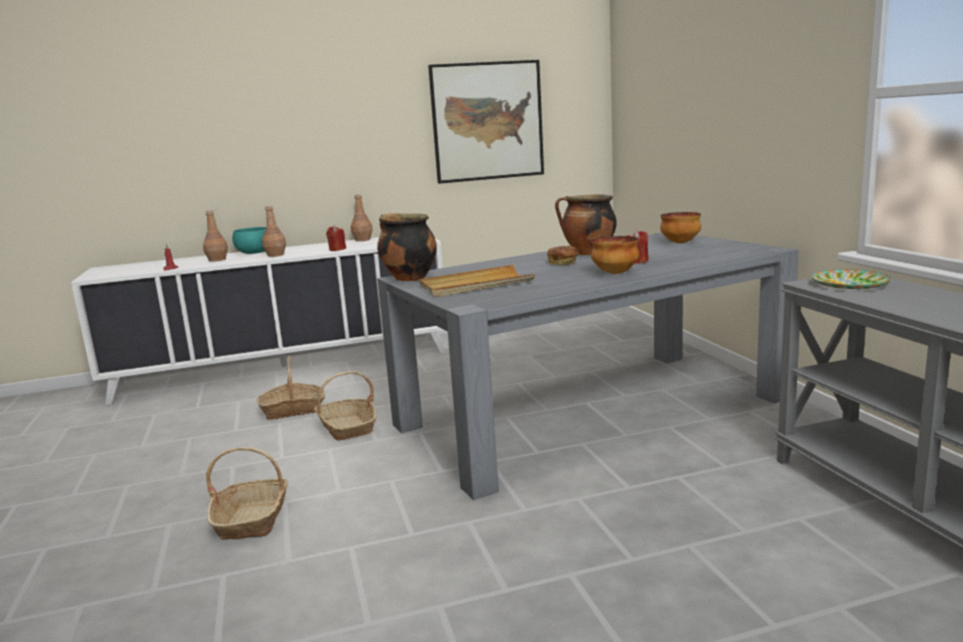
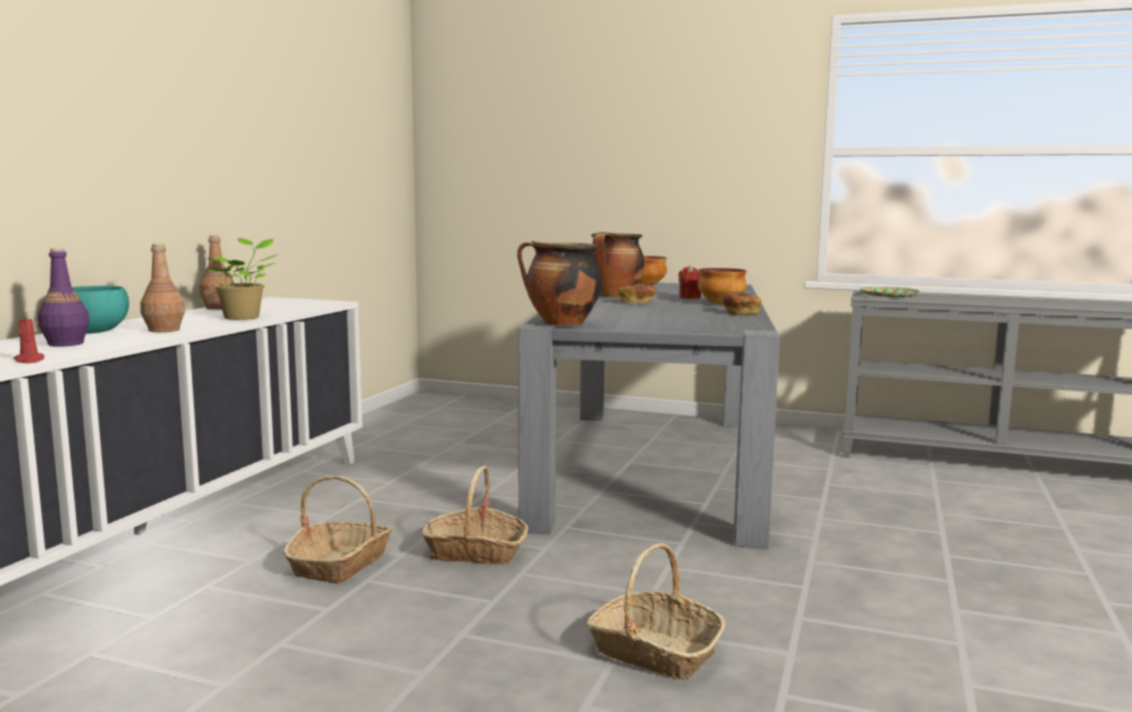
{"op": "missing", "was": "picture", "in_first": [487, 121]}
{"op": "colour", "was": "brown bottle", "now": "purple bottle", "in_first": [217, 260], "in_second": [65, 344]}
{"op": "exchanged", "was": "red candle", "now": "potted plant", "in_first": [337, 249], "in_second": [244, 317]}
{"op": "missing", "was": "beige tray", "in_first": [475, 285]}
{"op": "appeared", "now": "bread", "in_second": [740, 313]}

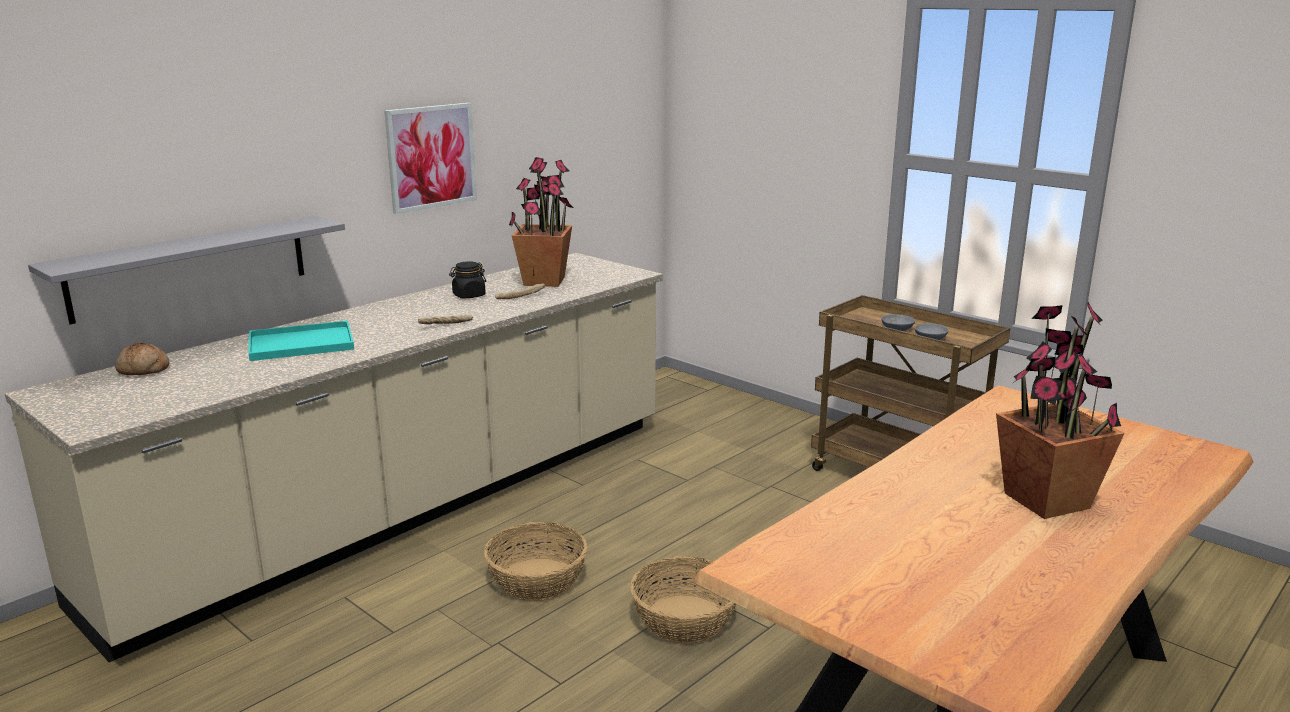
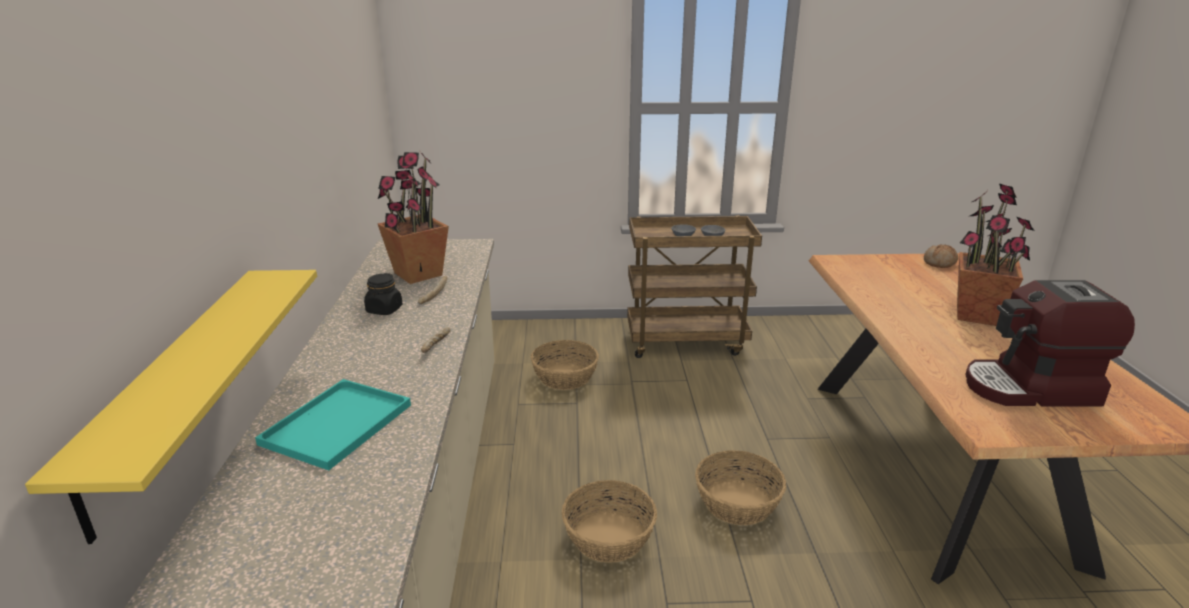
{"op": "missing", "was": "picture", "in_first": [431, 157]}
{"op": "colour", "was": "grey shelf", "now": "yellow shelf", "in_first": [191, 267], "in_second": [176, 387]}
{"op": "relocated", "was": "bread", "in_first": [143, 370], "in_second": [940, 263]}
{"op": "appeared", "now": "coffee machine", "in_second": [1031, 389]}
{"op": "appeared", "now": "basket", "in_second": [565, 377]}

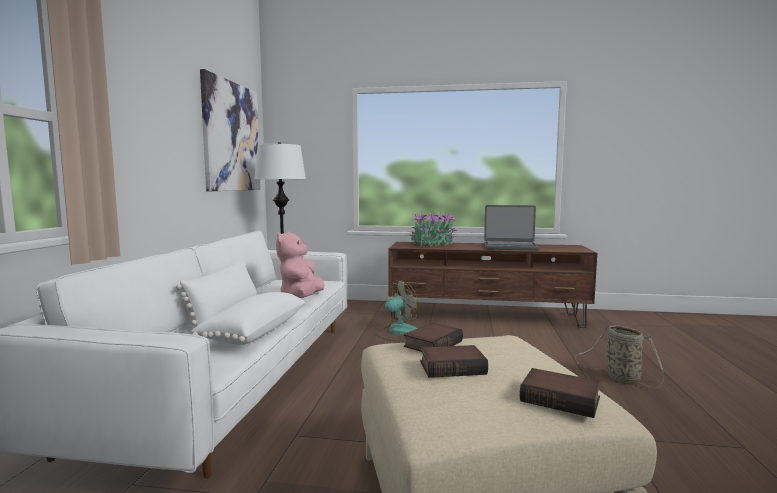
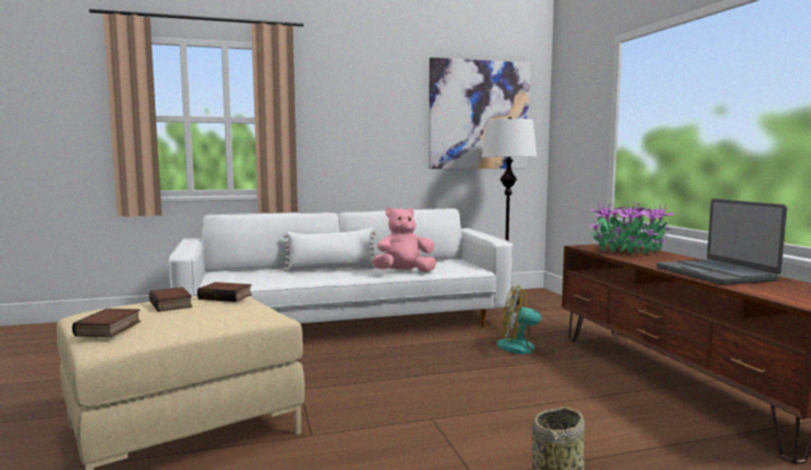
{"op": "spun", "was": "fan", "in_first": [397, 332], "in_second": [525, 348], "clockwise": 150}
{"op": "missing", "was": "white pillow", "in_first": [253, 332]}

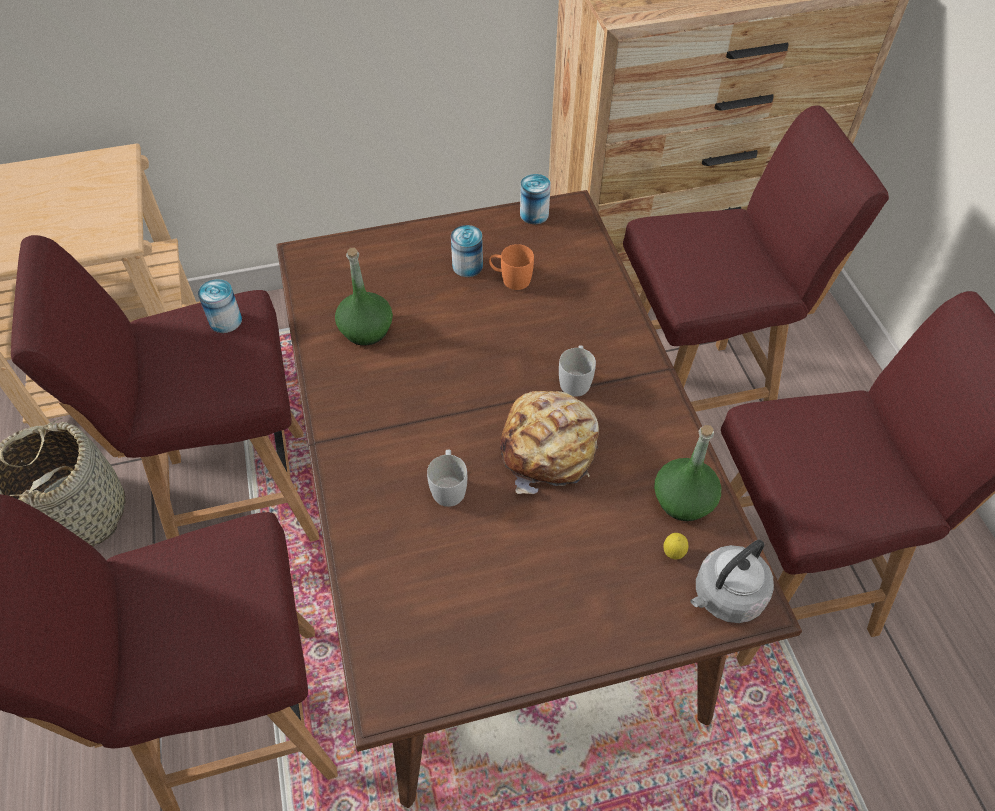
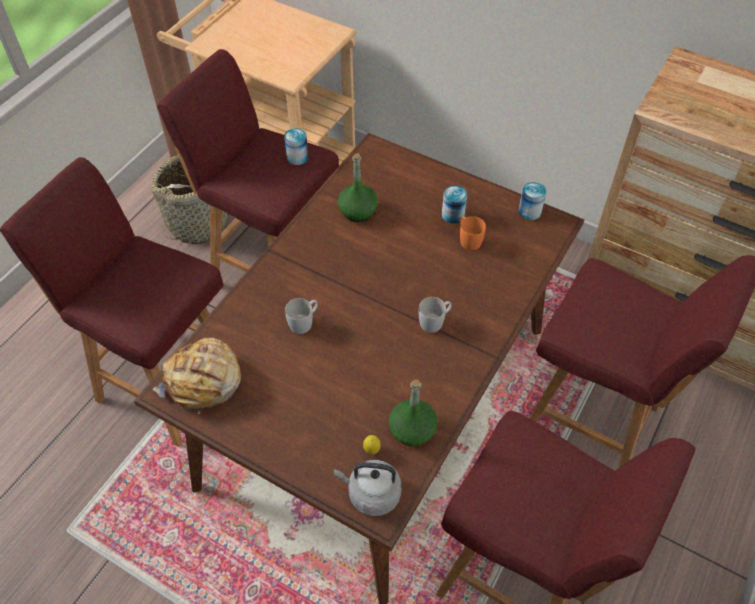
{"op": "relocated", "was": "bread", "in_first": [549, 449], "in_second": [203, 382]}

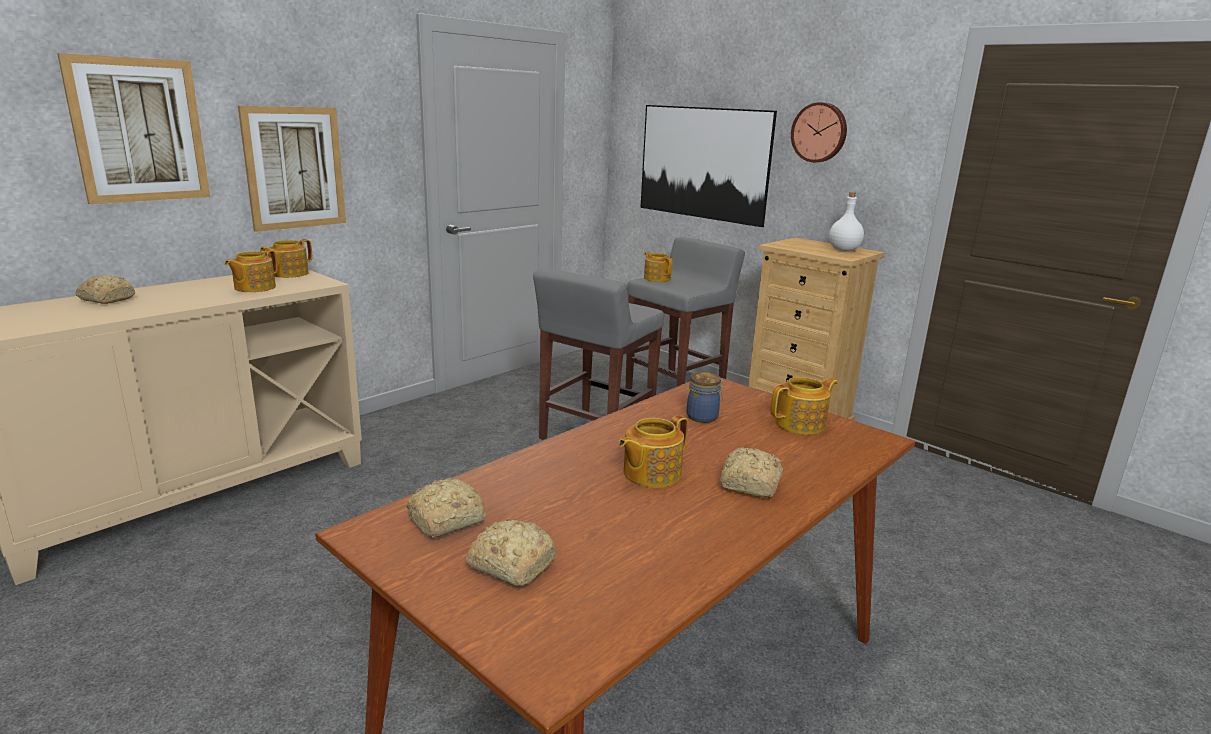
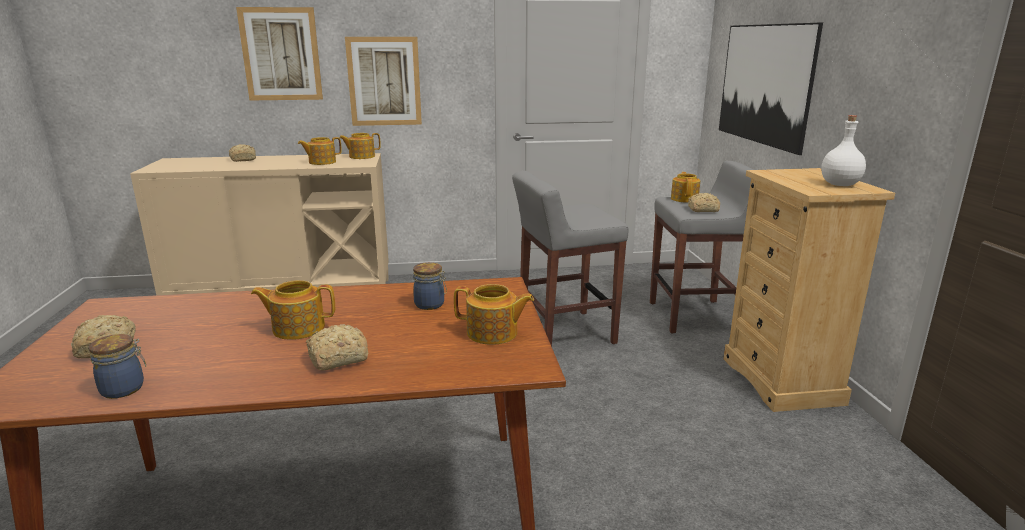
{"op": "missing", "was": "wall clock", "in_first": [819, 132]}
{"op": "relocated", "was": "bread", "in_first": [444, 521], "in_second": [702, 210]}
{"op": "appeared", "now": "jar", "in_second": [125, 389]}

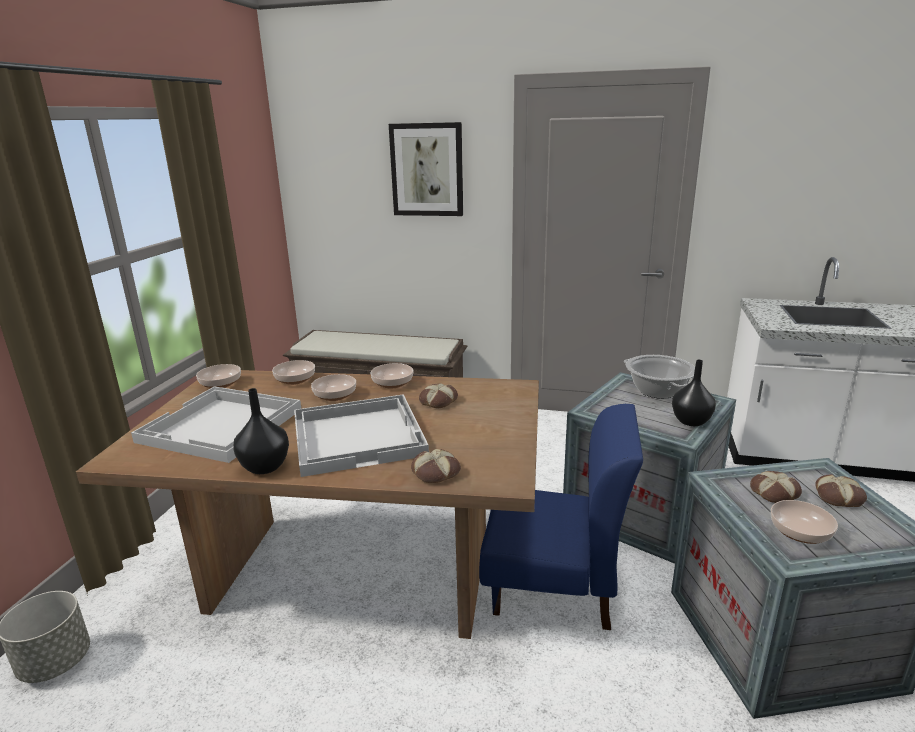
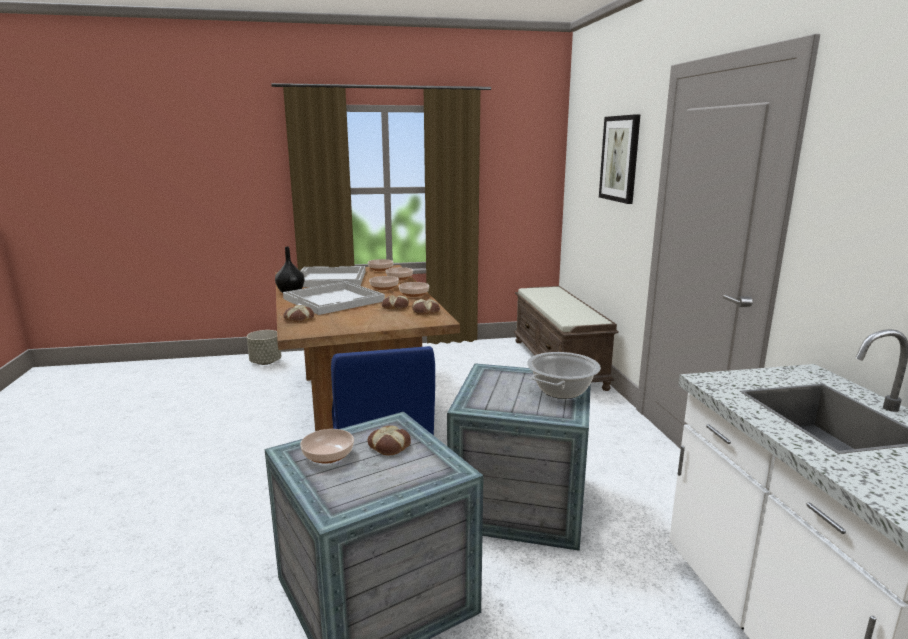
{"op": "missing", "was": "black vase", "in_first": [690, 421]}
{"op": "relocated", "was": "bread", "in_first": [839, 496], "in_second": [425, 311]}

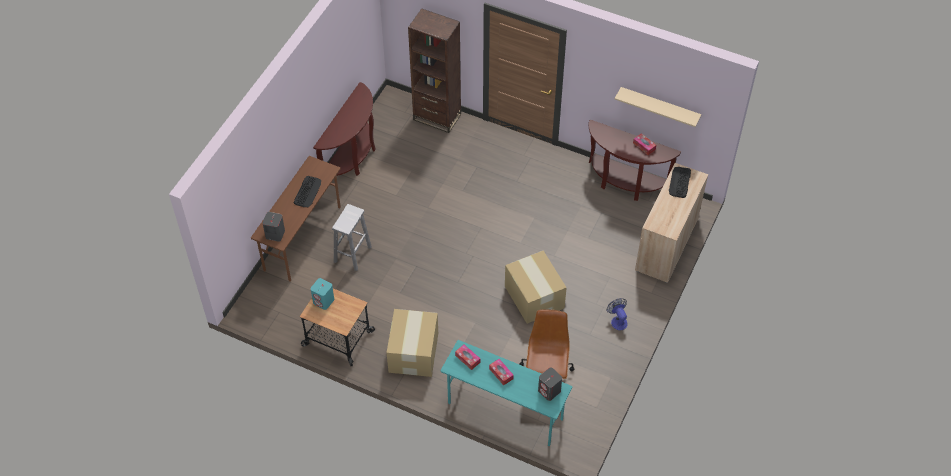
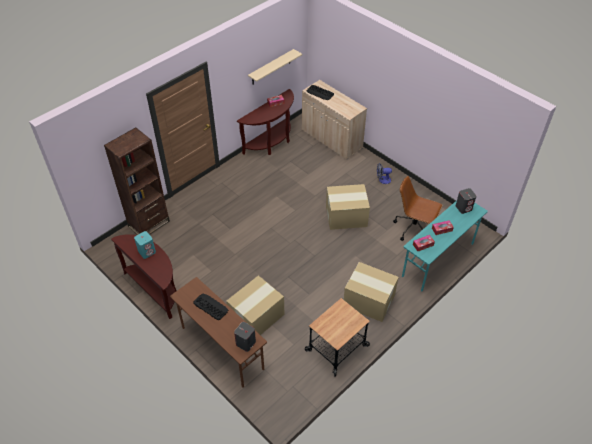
{"op": "exchanged", "was": "white stool", "now": "cardboard box", "in_first": [352, 255], "in_second": [257, 316]}
{"op": "relocated", "was": "turquoise speaker", "in_first": [324, 301], "in_second": [147, 251]}

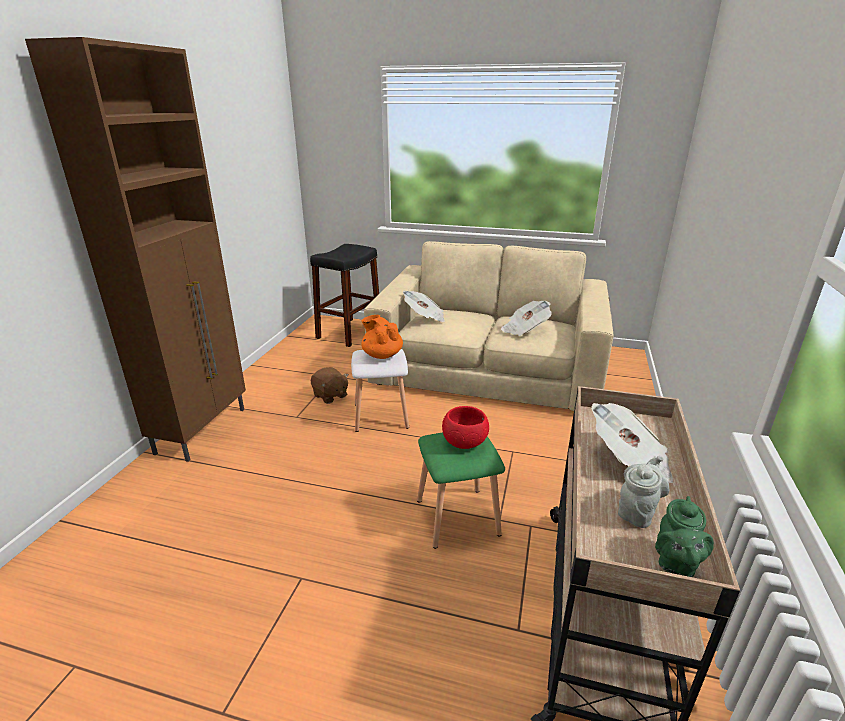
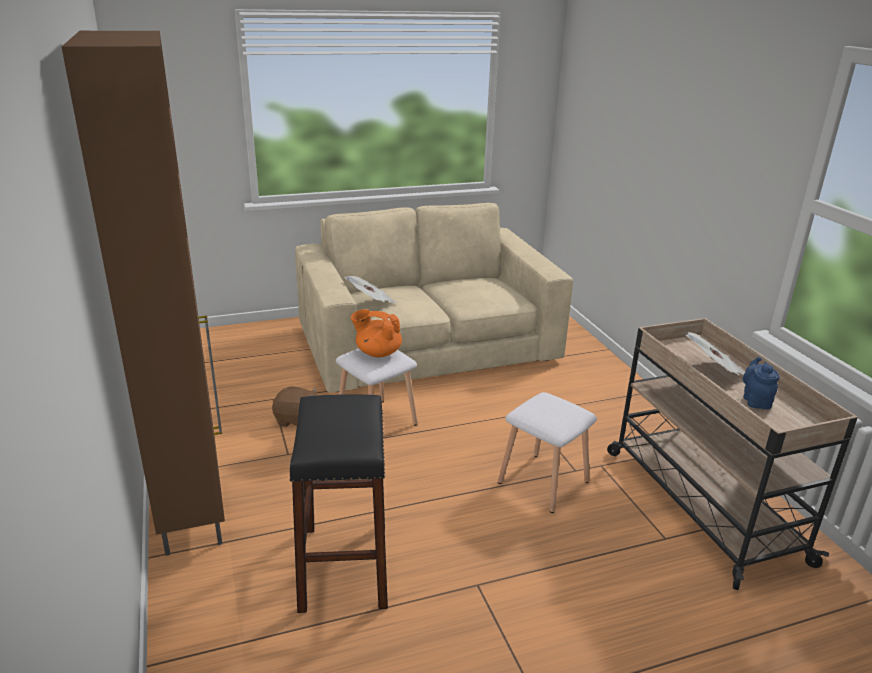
{"op": "relocated", "was": "black stool", "in_first": [349, 332], "in_second": [344, 565]}
{"op": "missing", "was": "newspaper", "in_first": [524, 329]}
{"op": "missing", "was": "red bowl", "in_first": [464, 442]}
{"op": "colour", "was": "green stool", "now": "white stool", "in_first": [458, 518], "in_second": [545, 482]}
{"op": "colour", "was": "grey teapot", "now": "blue teapot", "in_first": [637, 511], "in_second": [755, 401]}
{"op": "missing", "was": "green teapot", "in_first": [675, 563]}

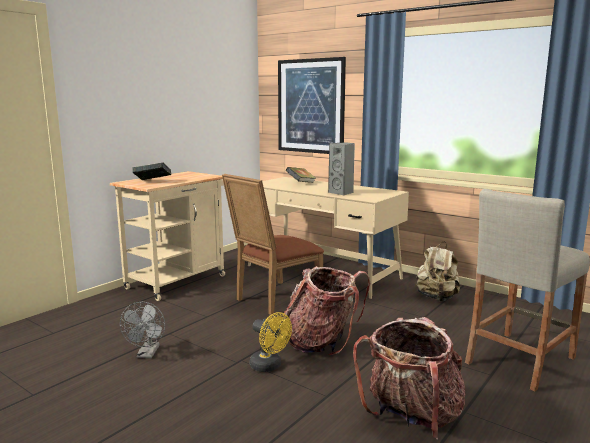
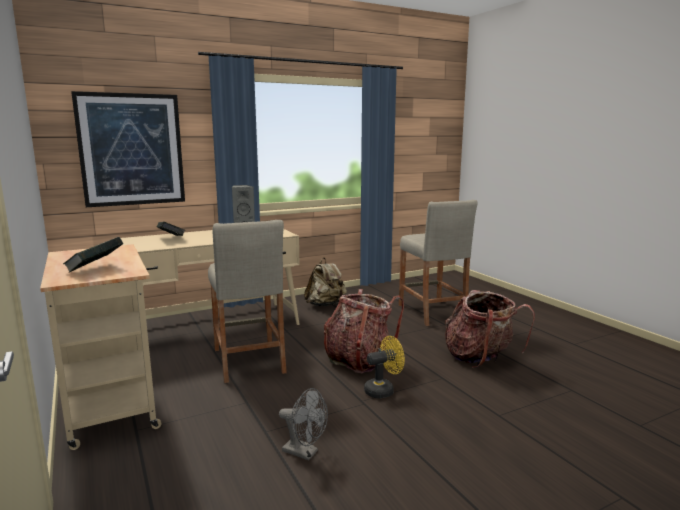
{"op": "exchanged", "was": "brown chair", "now": "beige stool", "in_first": [274, 299], "in_second": [248, 360]}

